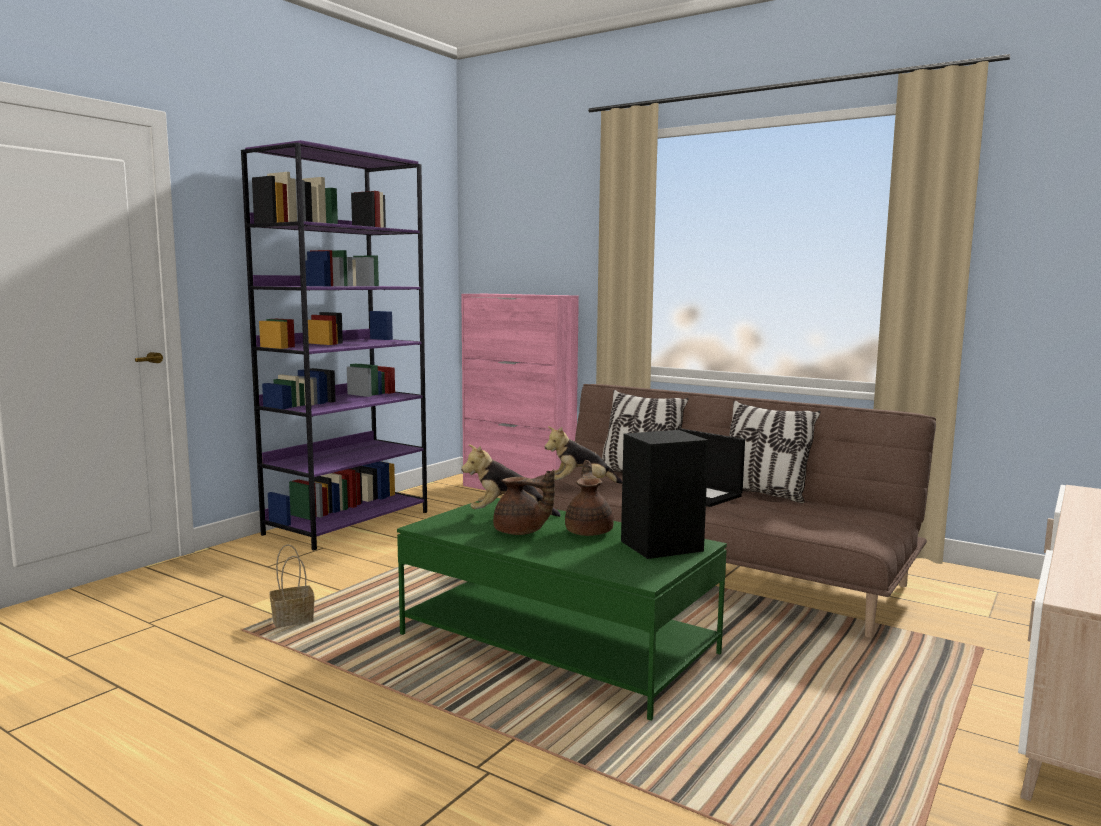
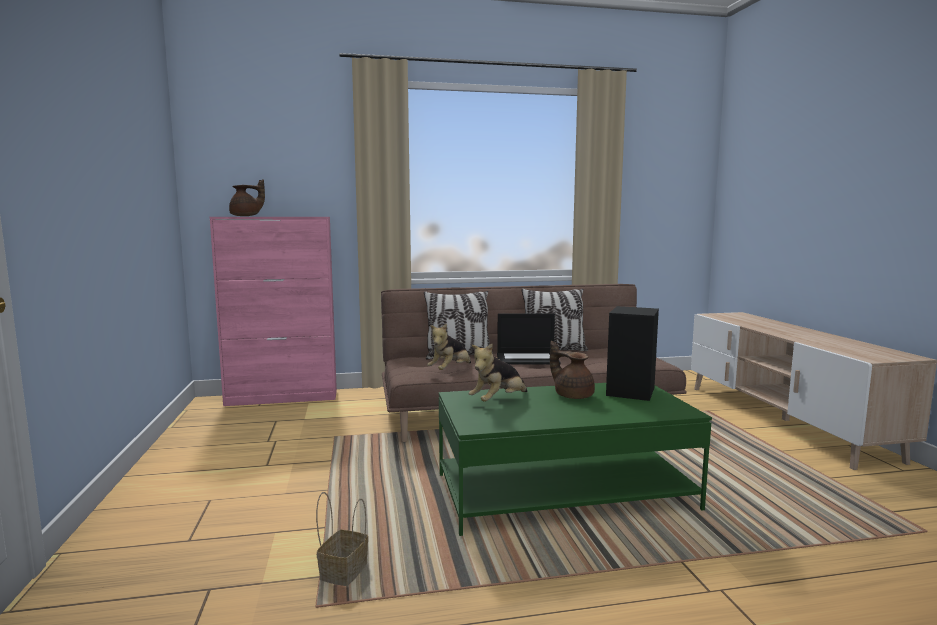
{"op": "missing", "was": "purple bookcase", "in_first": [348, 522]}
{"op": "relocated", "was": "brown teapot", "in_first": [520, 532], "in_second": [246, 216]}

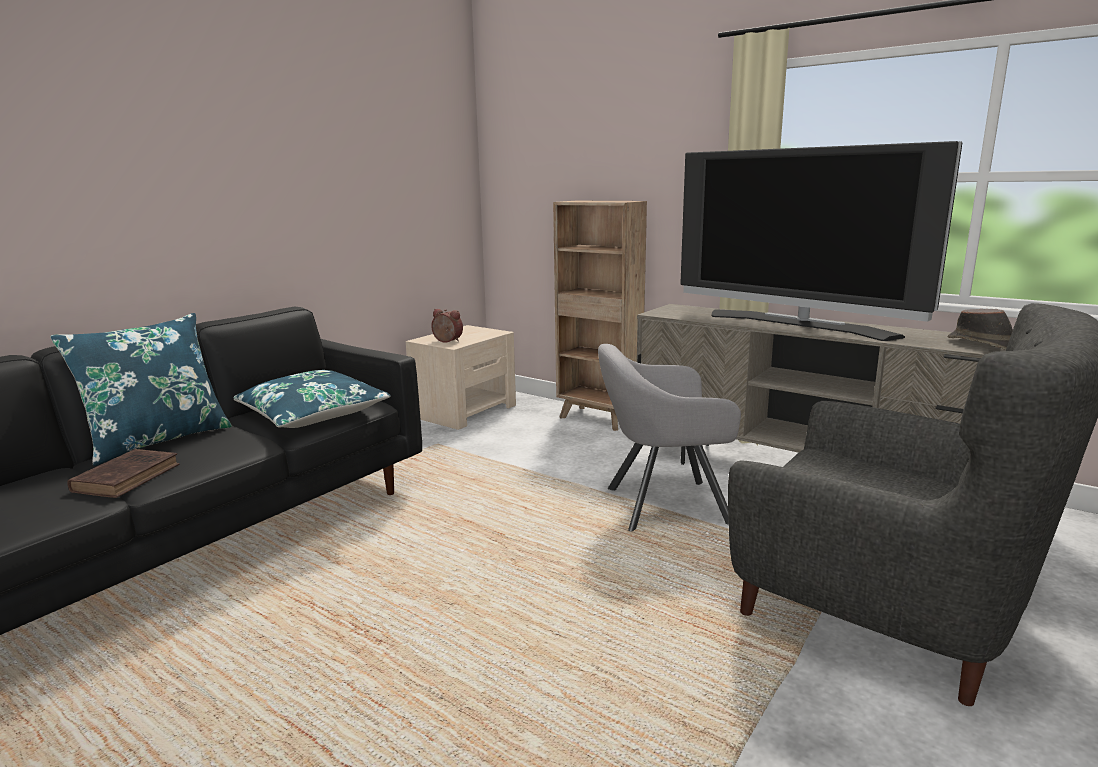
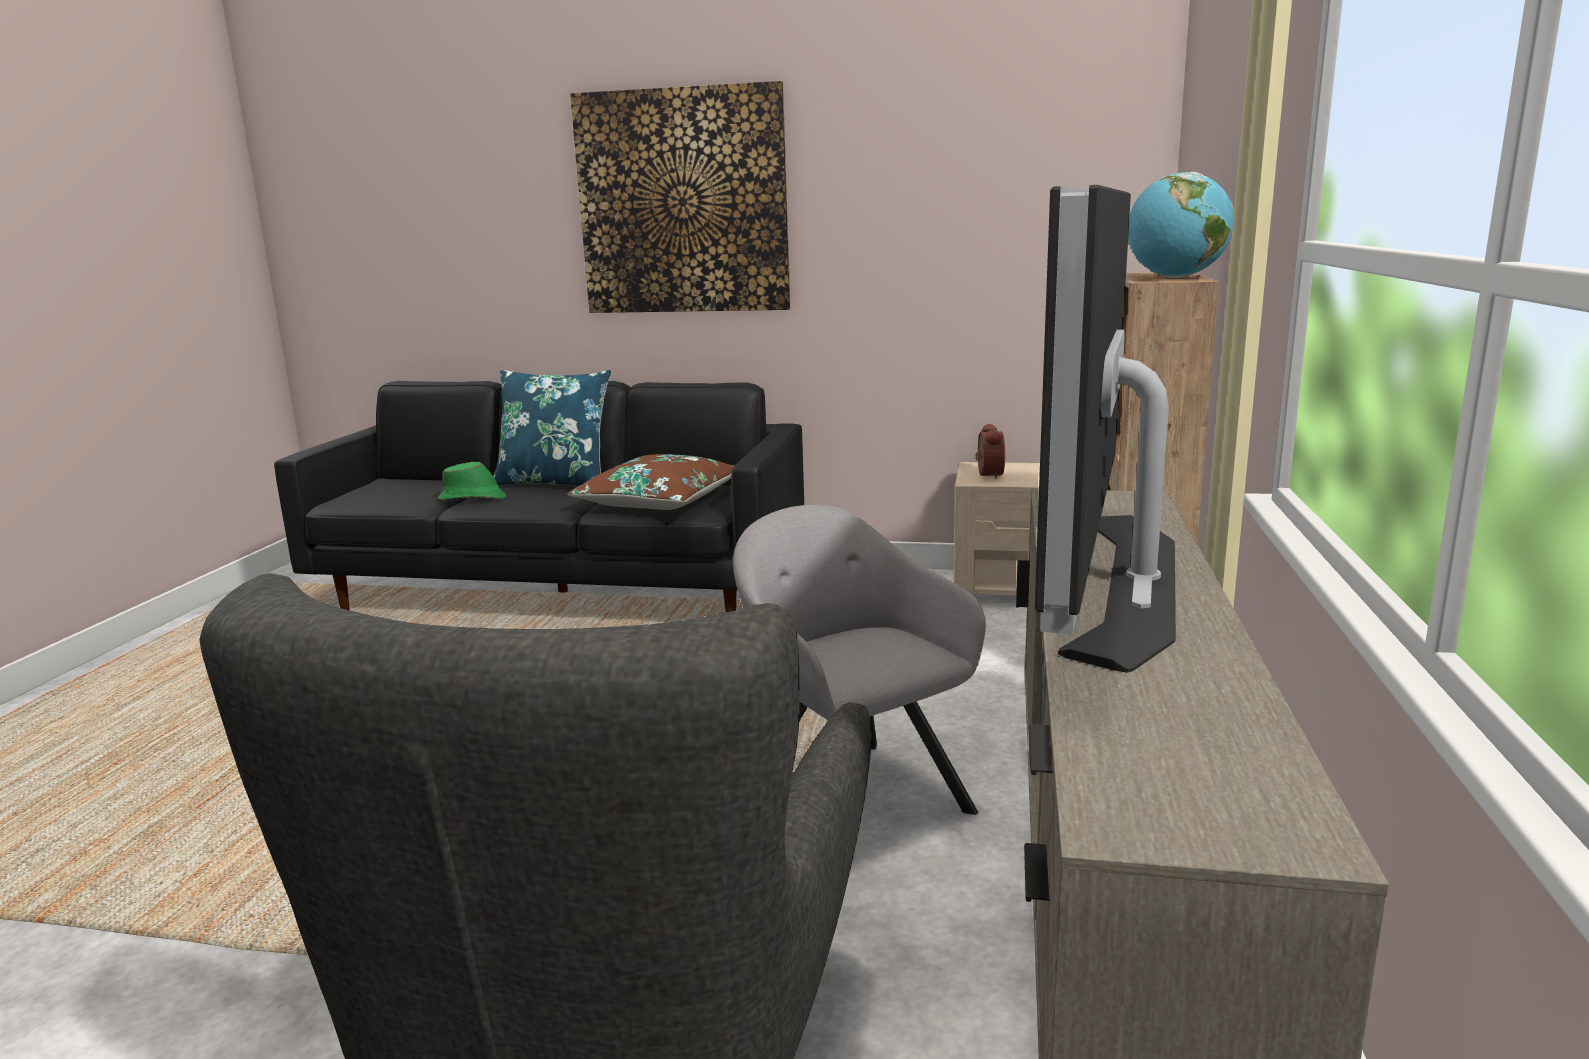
{"op": "missing", "was": "brown hat", "in_first": [982, 345]}
{"op": "colour", "was": "blue pillow", "now": "brown pillow", "in_first": [312, 414], "in_second": [659, 501]}
{"op": "exchanged", "was": "brown book", "now": "green hat", "in_first": [129, 477], "in_second": [473, 499]}
{"op": "appeared", "now": "picture", "in_second": [683, 202]}
{"op": "appeared", "now": "globe", "in_second": [1175, 278]}

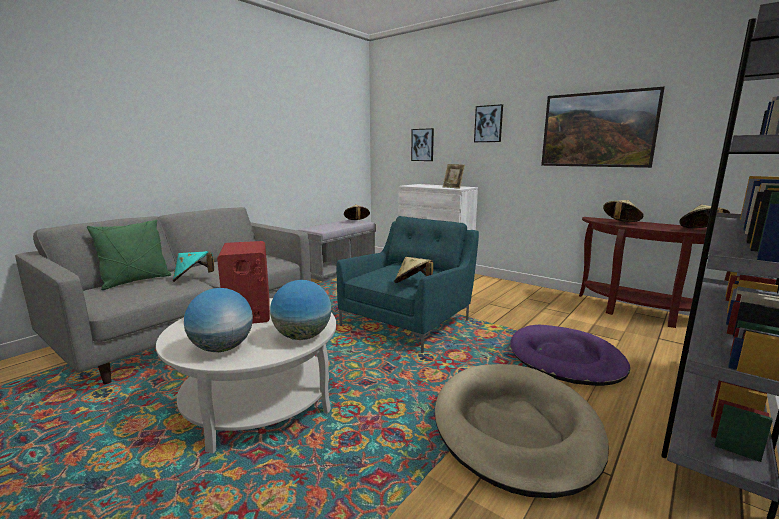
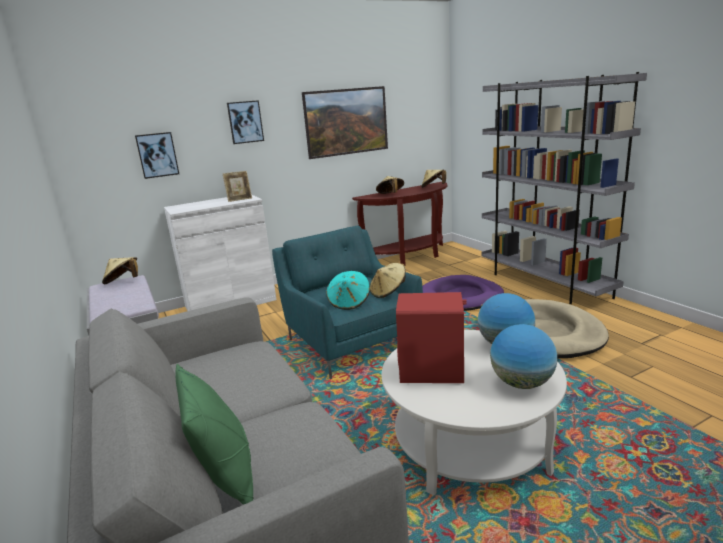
{"op": "relocated", "was": "turquoise hat", "in_first": [193, 279], "in_second": [349, 302]}

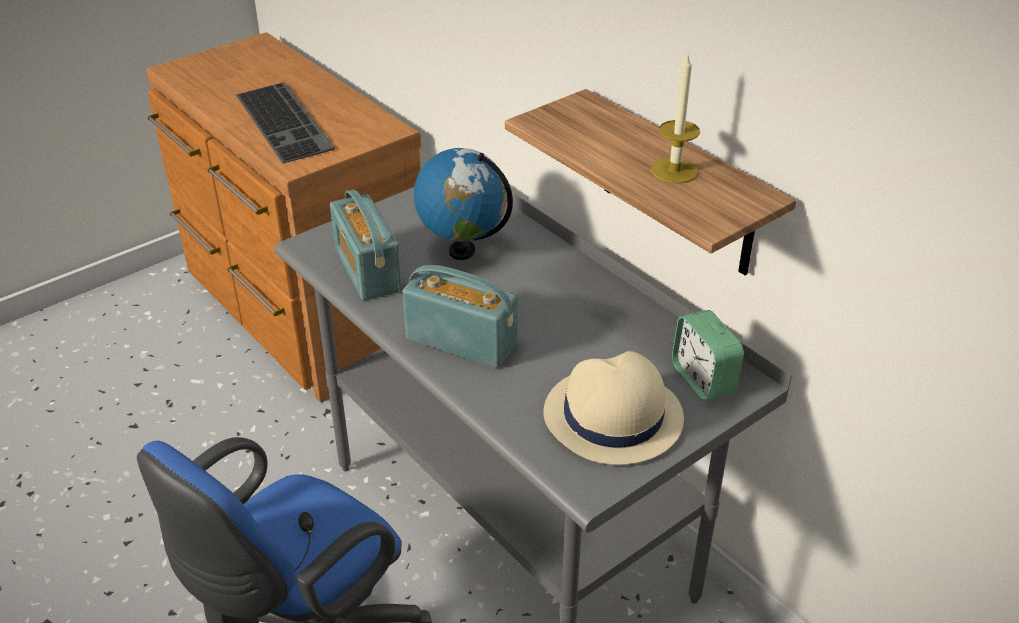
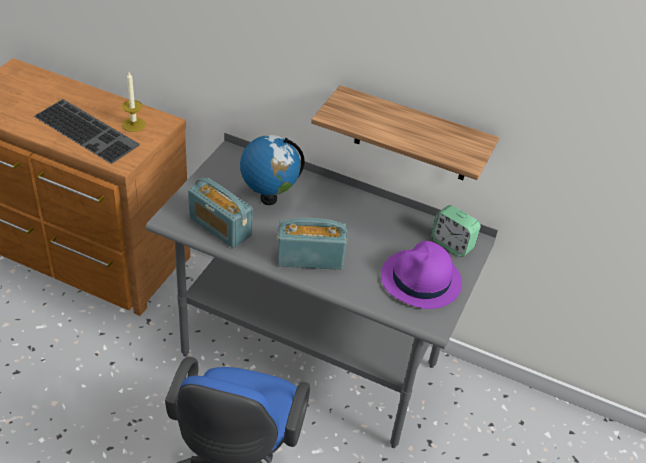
{"op": "relocated", "was": "candle", "in_first": [674, 171], "in_second": [134, 124]}
{"op": "colour", "was": "beige hat", "now": "purple hat", "in_first": [612, 417], "in_second": [421, 280]}

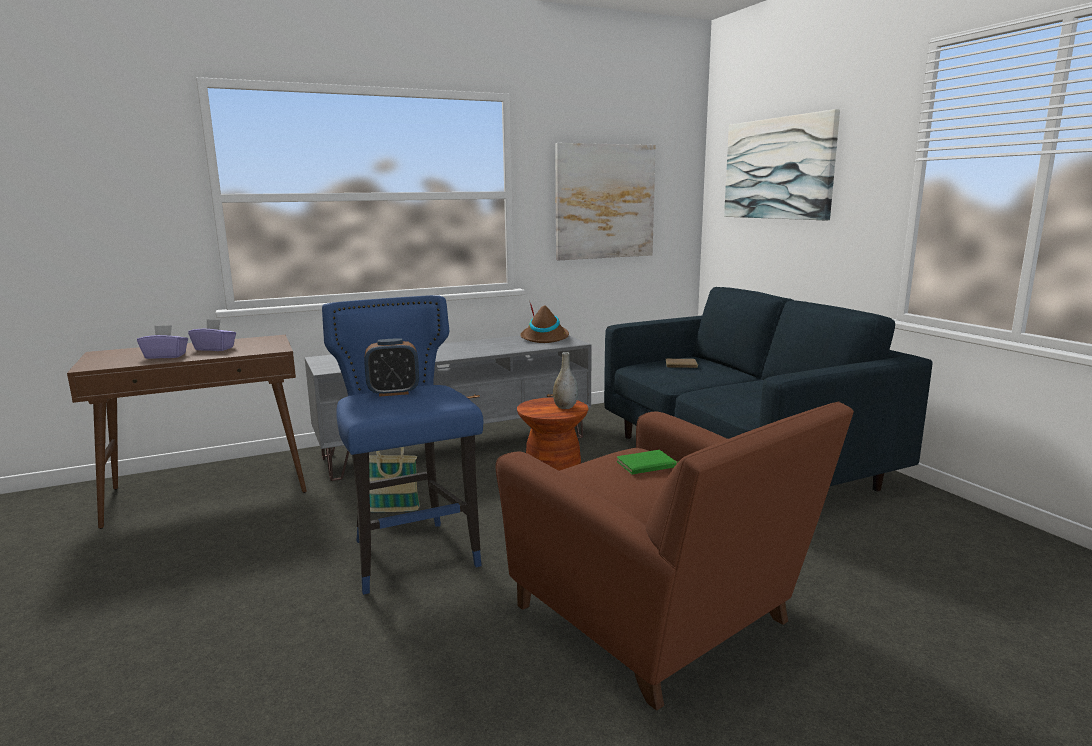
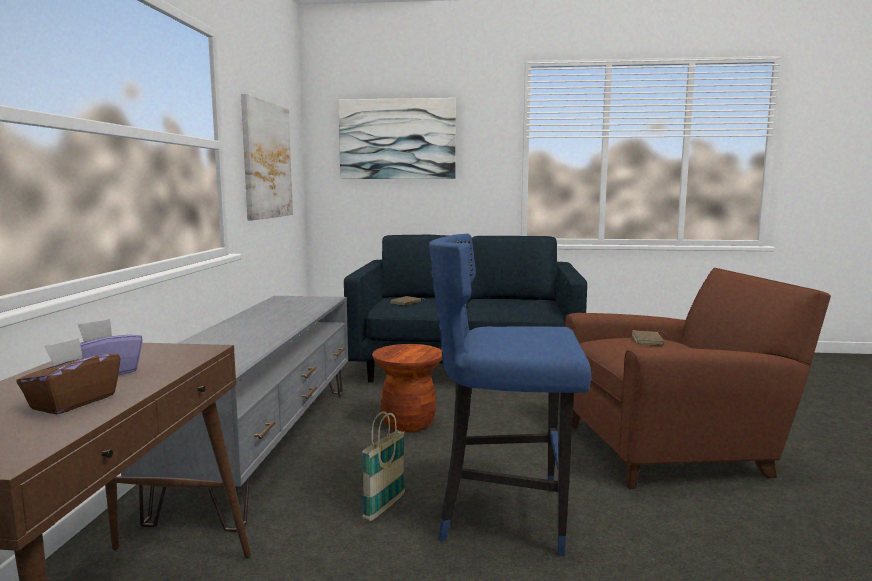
{"op": "missing", "was": "brown hat", "in_first": [544, 338]}
{"op": "colour", "was": "purple tissue box", "now": "brown tissue box", "in_first": [165, 356], "in_second": [73, 402]}
{"op": "missing", "was": "alarm clock", "in_first": [393, 392]}
{"op": "missing", "was": "grey vase", "in_first": [565, 407]}
{"op": "colour", "was": "green book", "now": "brown book", "in_first": [647, 466], "in_second": [649, 340]}

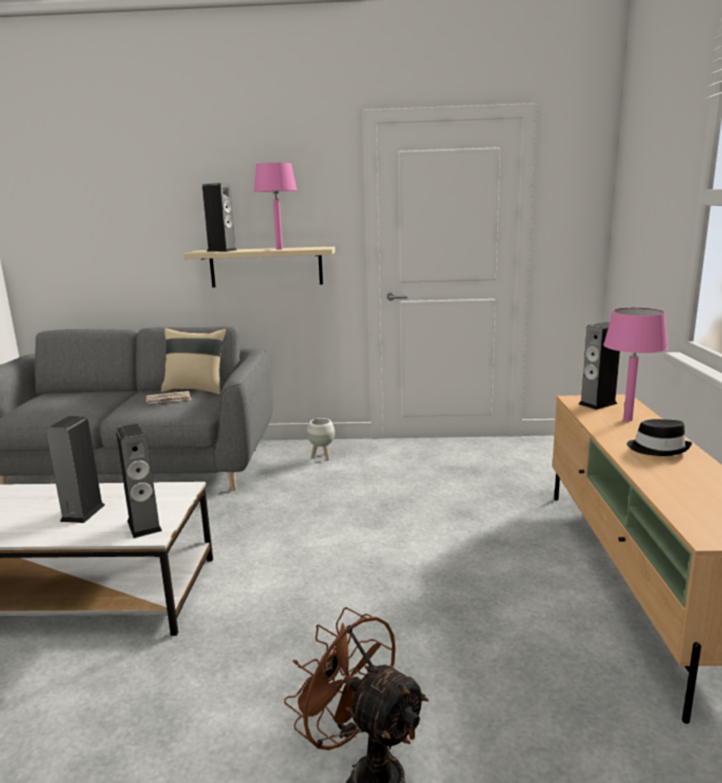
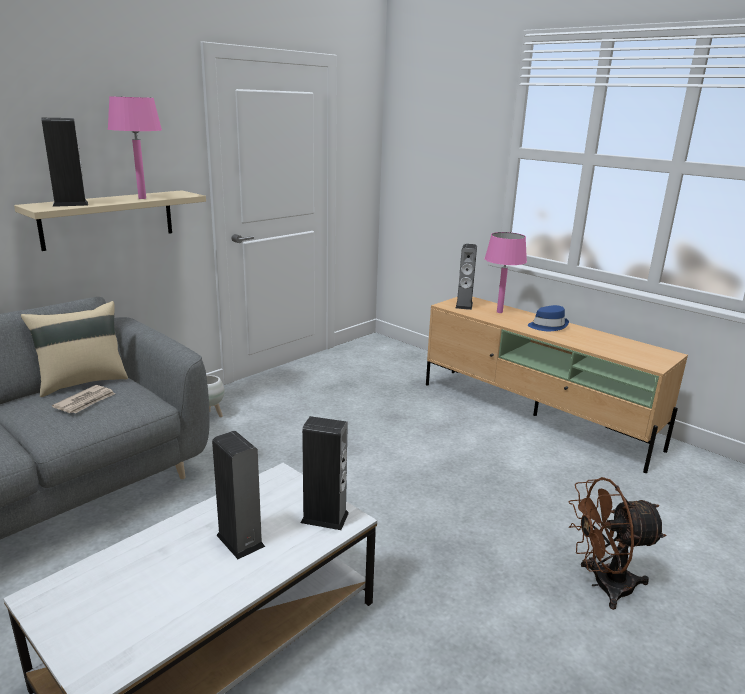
{"op": "colour", "was": "black hat", "now": "blue hat", "in_first": [658, 448], "in_second": [547, 326]}

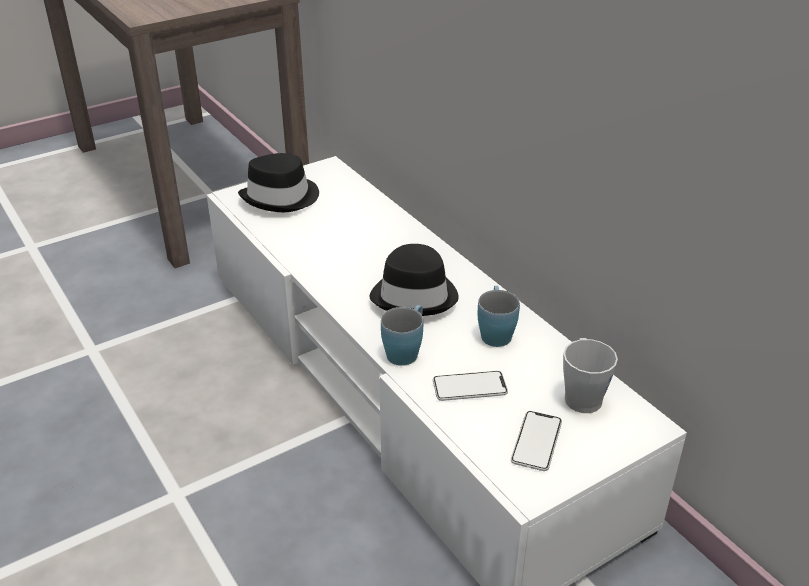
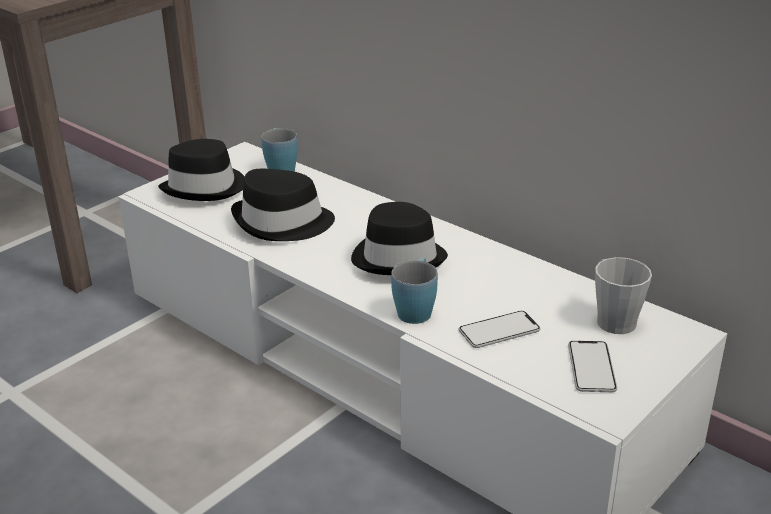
{"op": "relocated", "was": "blue mug", "in_first": [495, 332], "in_second": [280, 167]}
{"op": "appeared", "now": "black hat", "in_second": [283, 223]}

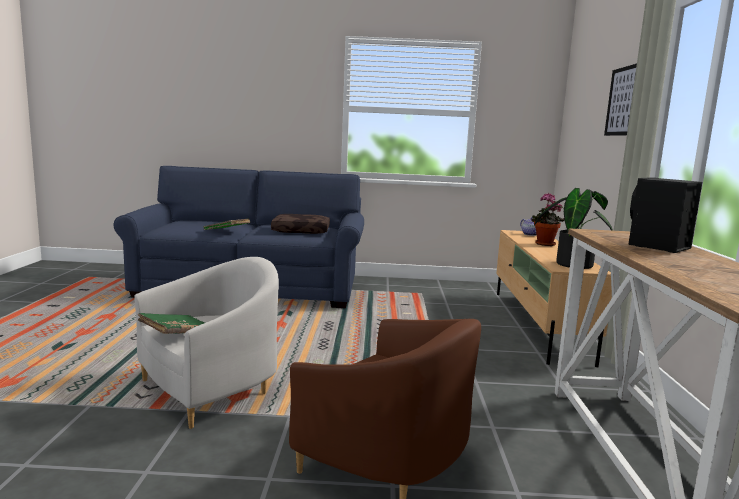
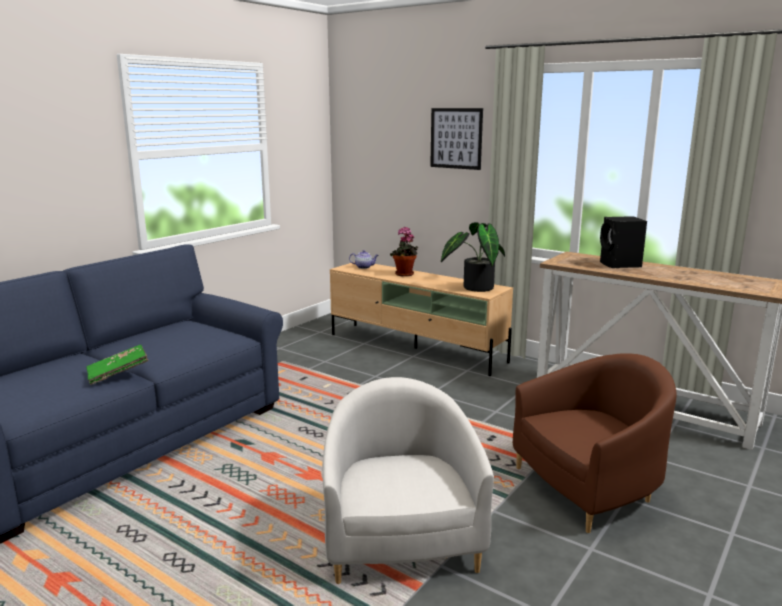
{"op": "missing", "was": "brown pillow", "in_first": [301, 231]}
{"op": "missing", "was": "green book", "in_first": [176, 334]}

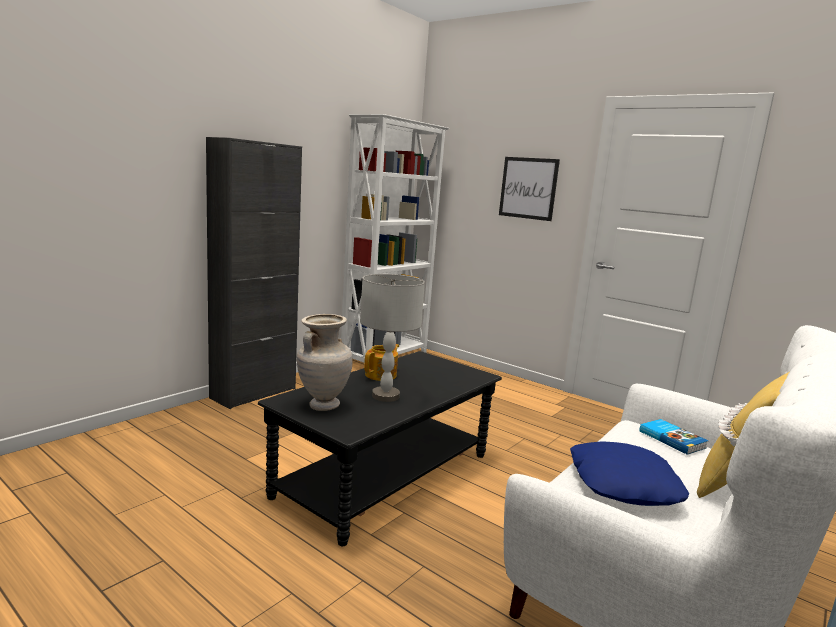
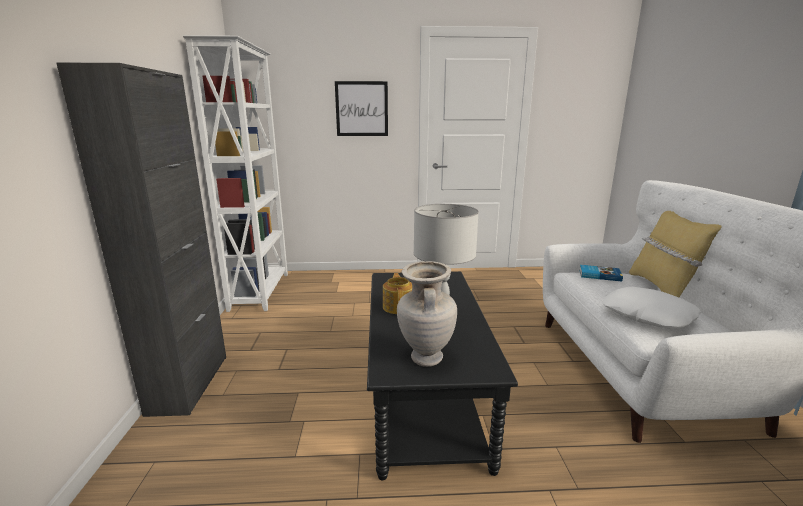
{"op": "colour", "was": "blue pillow", "now": "white pillow", "in_first": [622, 484], "in_second": [647, 315]}

